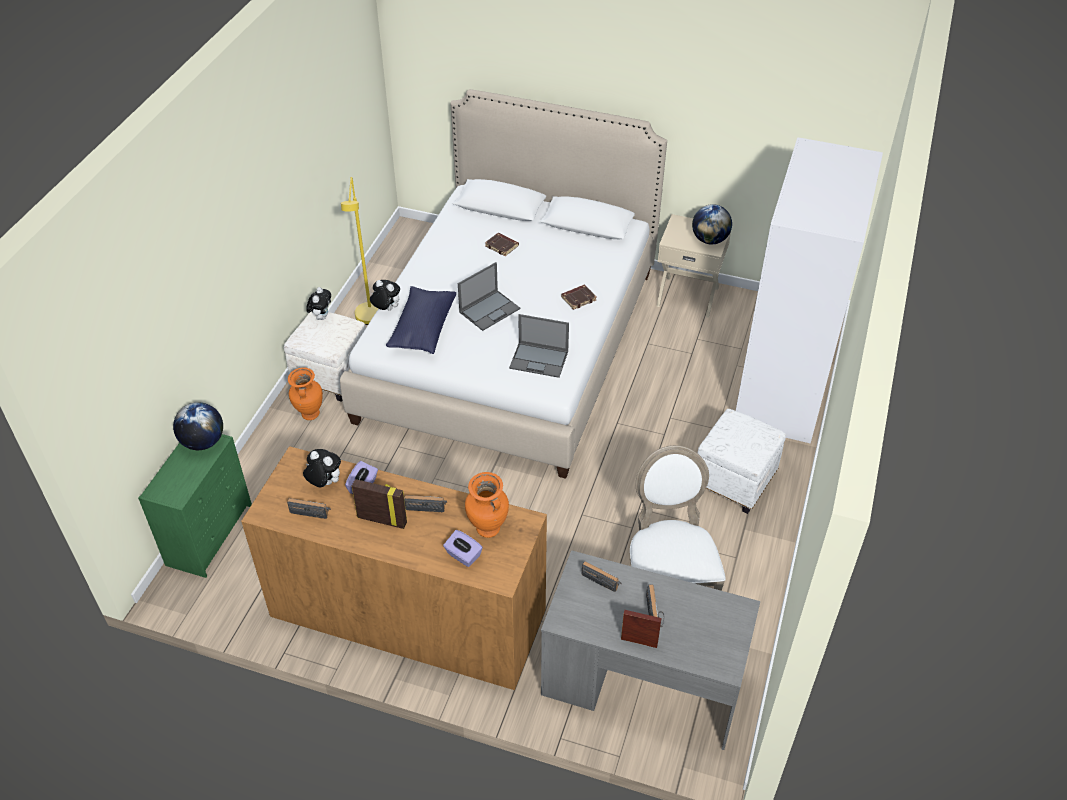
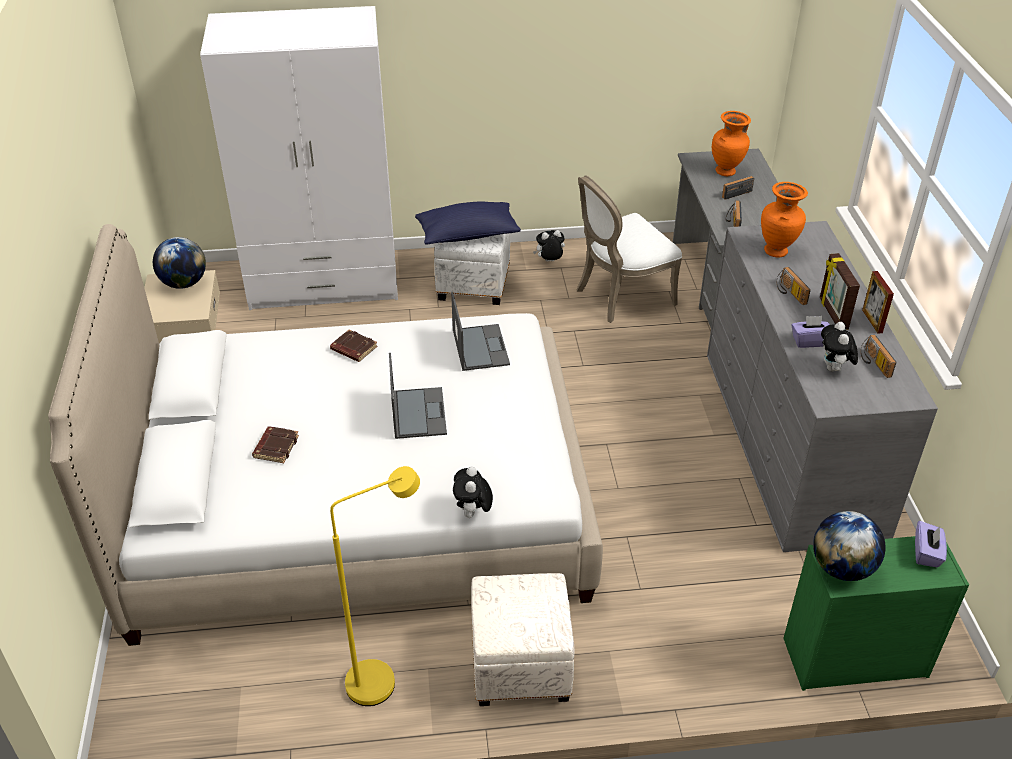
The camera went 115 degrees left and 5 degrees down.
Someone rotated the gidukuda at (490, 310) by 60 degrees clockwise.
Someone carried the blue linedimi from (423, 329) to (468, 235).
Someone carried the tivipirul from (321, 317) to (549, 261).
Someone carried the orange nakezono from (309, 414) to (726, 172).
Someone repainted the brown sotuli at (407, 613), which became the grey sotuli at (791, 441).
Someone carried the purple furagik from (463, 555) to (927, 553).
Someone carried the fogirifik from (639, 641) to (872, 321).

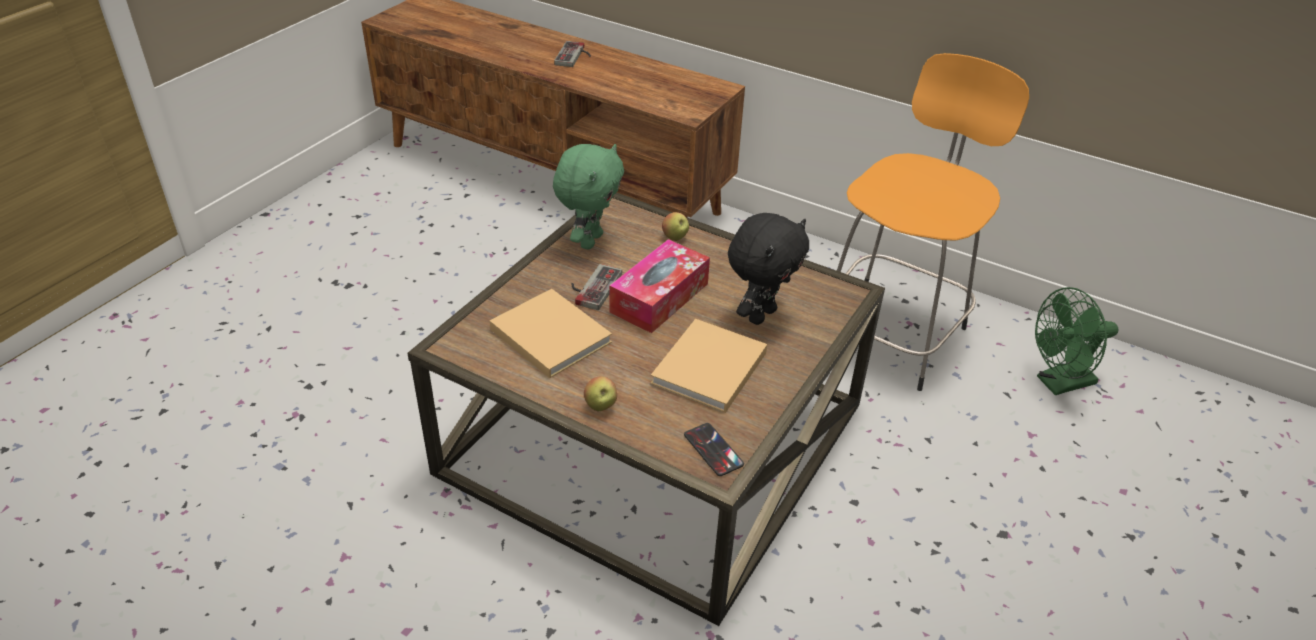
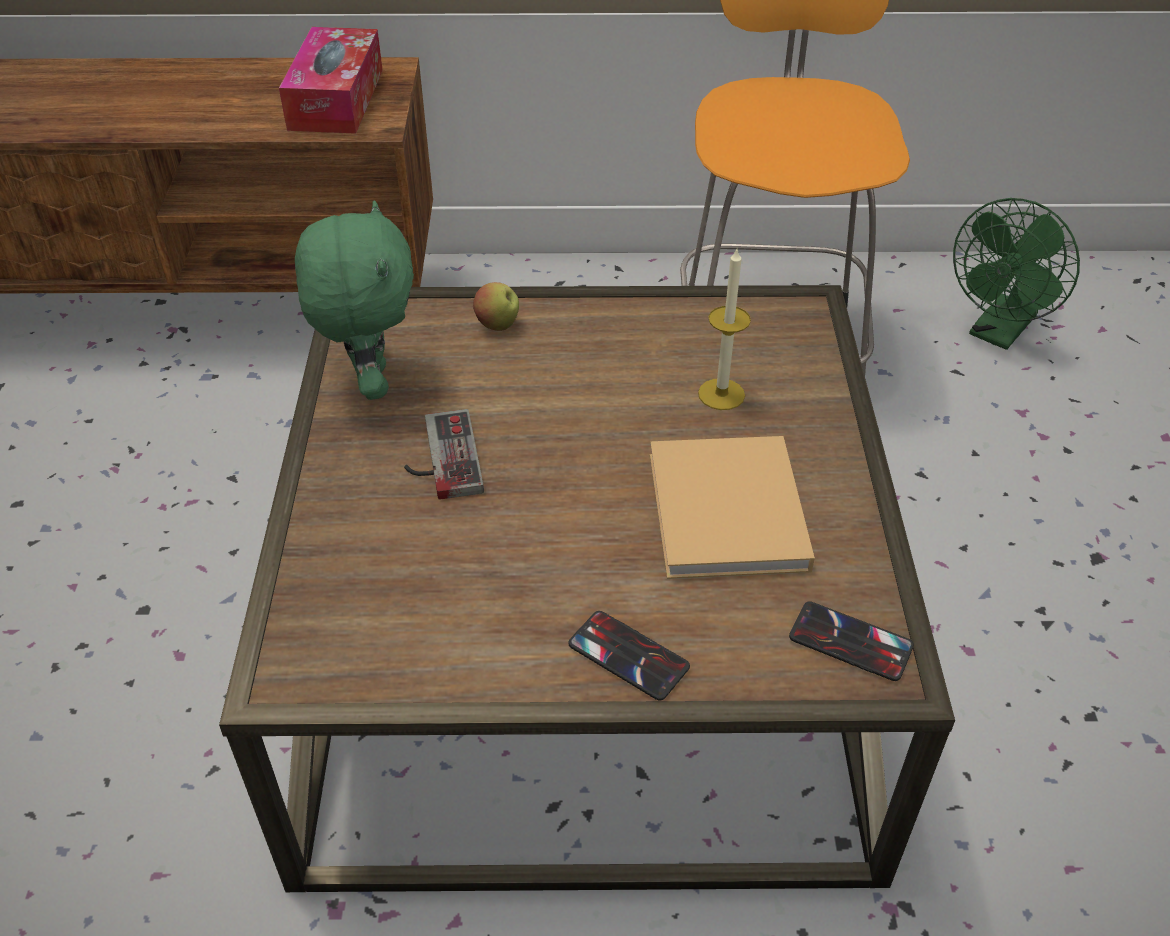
The camera went 30 degrees left and 5 degrees up.
Someone took away the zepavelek at (575, 56).
Someone swapped the black tivipirul at (760, 314) for the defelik at (721, 394).
Someone carried the furagik from (659, 298) to (336, 99).
Someone took away the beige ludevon at (548, 334).
Someone swapped the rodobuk at (600, 406) for the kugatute at (628, 655).

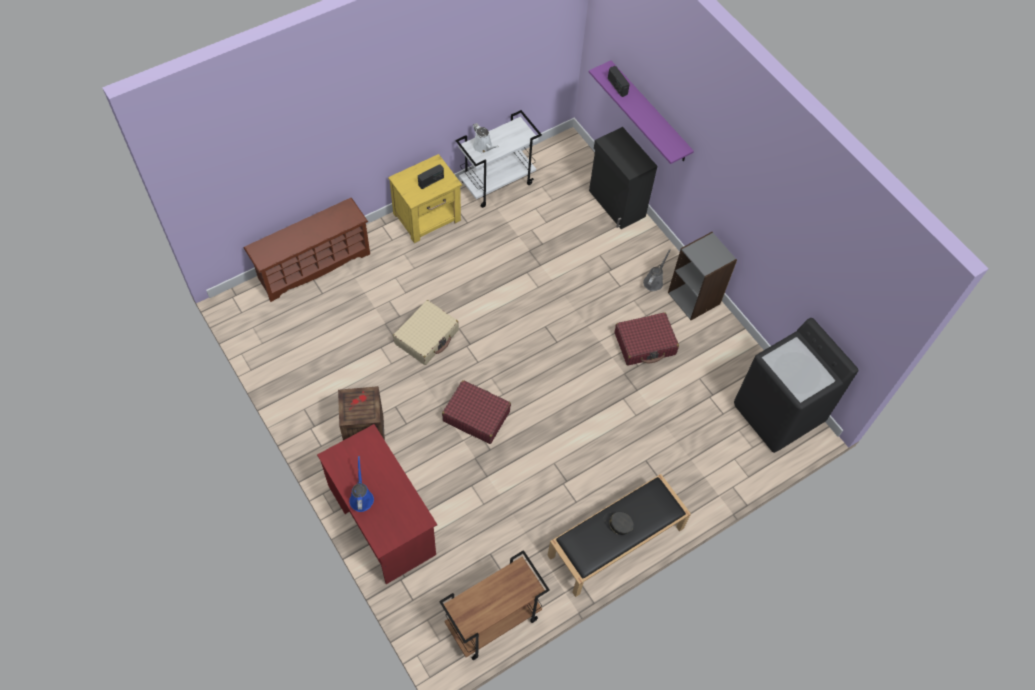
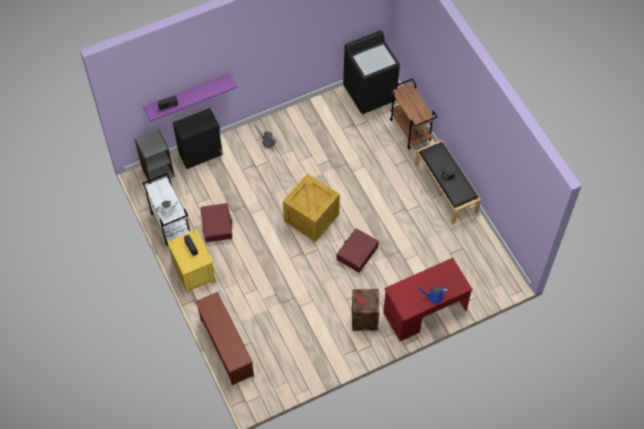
The camera went 80 degrees left and 0 degrees up.
Someone carried the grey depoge from (694, 298) to (157, 171).
Someone took away the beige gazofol at (427, 337).
Someone carried the red gazofol from (645, 344) to (217, 225).
Someone carried the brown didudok from (492, 622) to (410, 130).
Someone put down the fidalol at (311, 218).

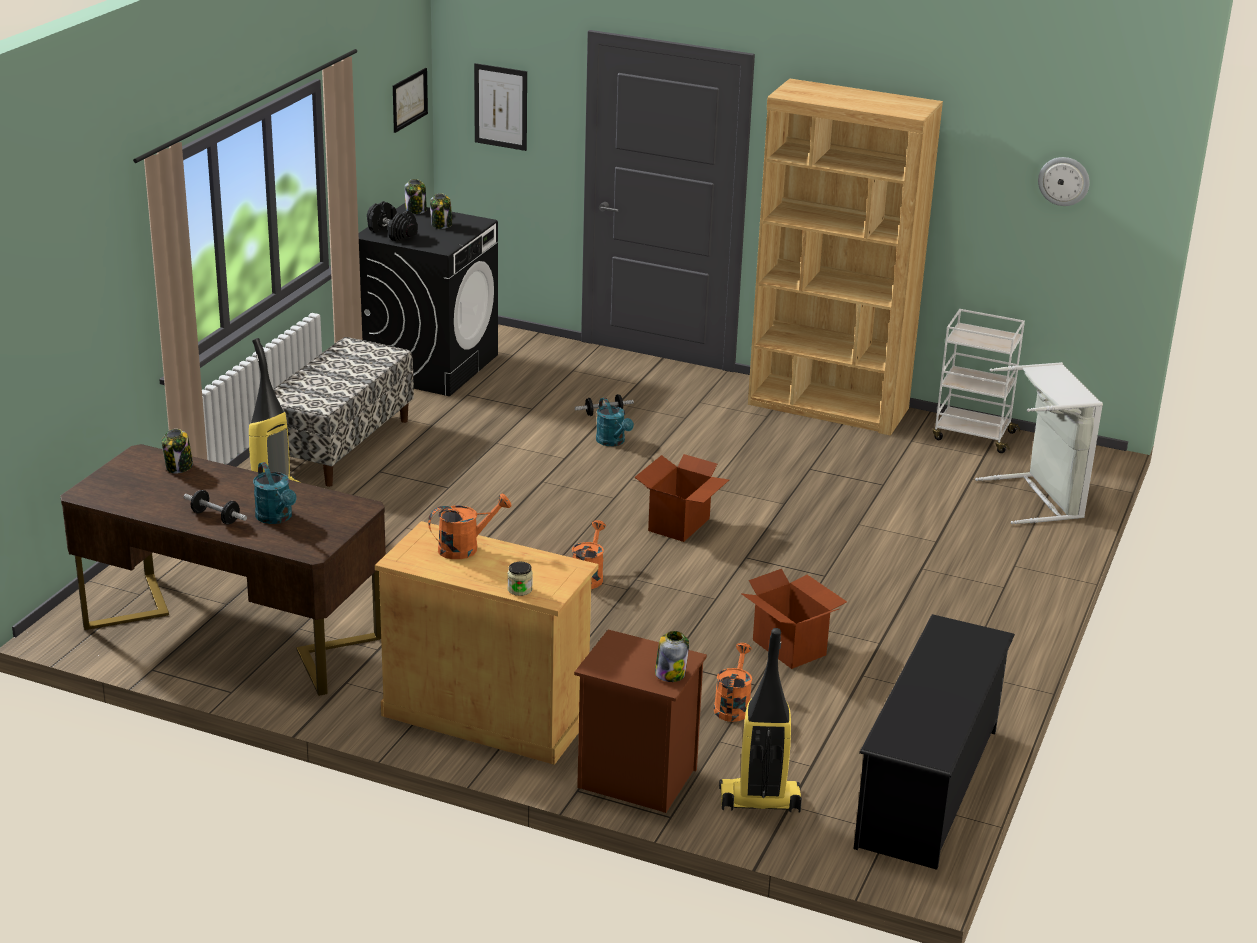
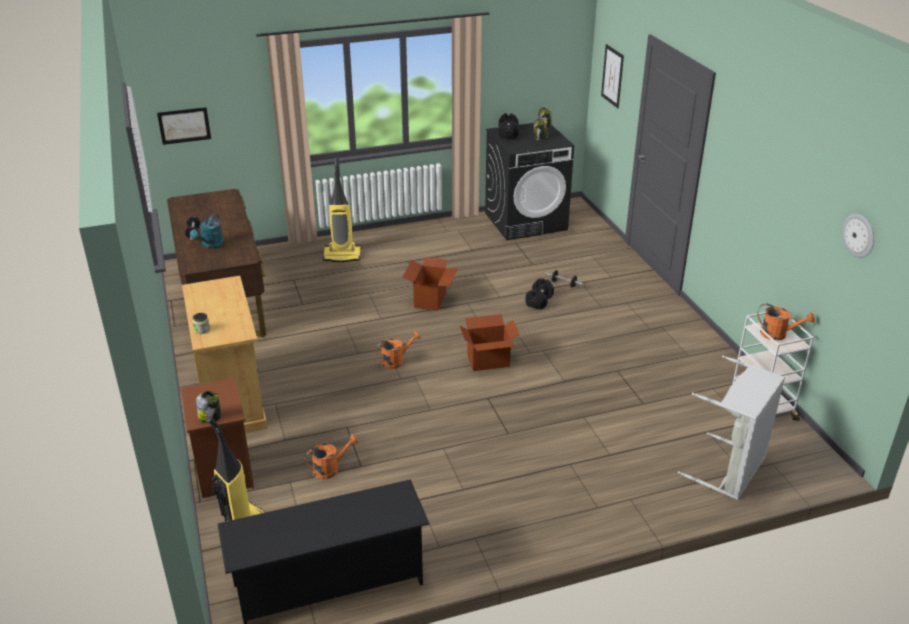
The camera went 50 degrees right and 5 degrees up.
Someone carried the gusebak from (409, 99) to (184, 125).
Someone took away the brown depoge at (828, 407).
Someone took away the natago at (340, 445).
Someone swapped the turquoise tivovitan at (613, 442) for the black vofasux at (539, 301).
Someone took away the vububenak at (179, 467).
Someone carried the orange tivovitan from (465, 548) to (778, 335).
Someone carried the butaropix from (790, 647) to (430, 300).

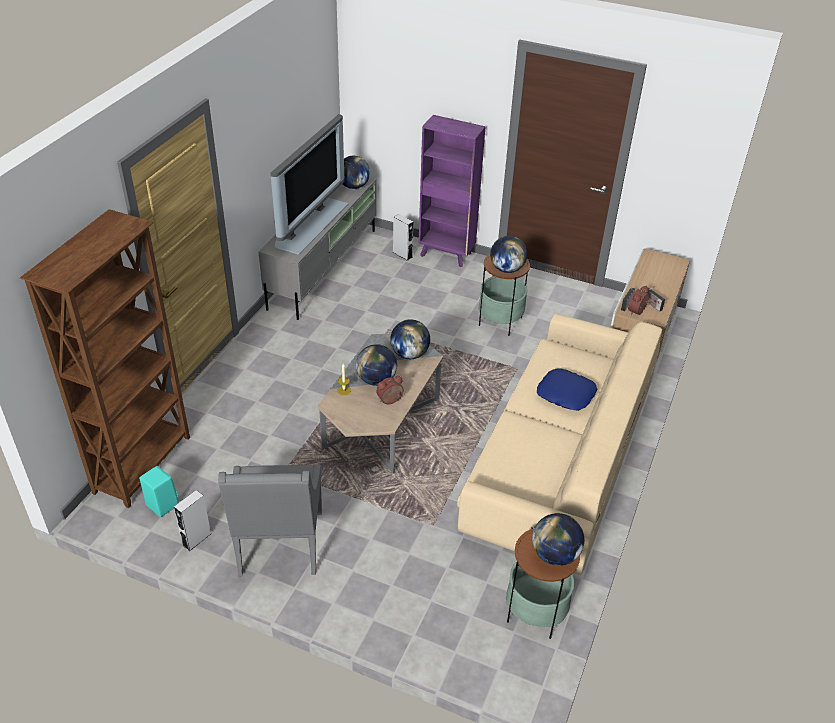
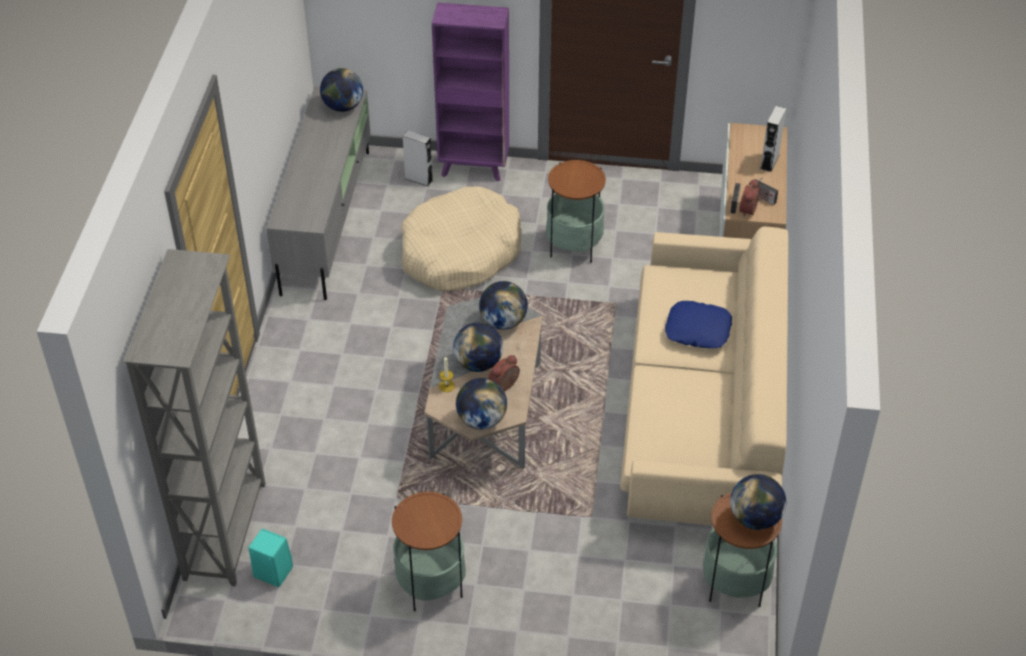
The camera went 15 degrees left and 5 degrees up.
Someone took away the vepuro at (309, 224).
Someone repainted the brown depoge at (144, 464), which became the grey depoge at (227, 530).
Someone carried the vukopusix from (507, 269) to (481, 420).
Someone swapped the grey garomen at (279, 546) for the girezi at (431, 584).
Someone carried the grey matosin from (196, 539) to (769, 162).
Someone put down the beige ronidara at (460, 252).

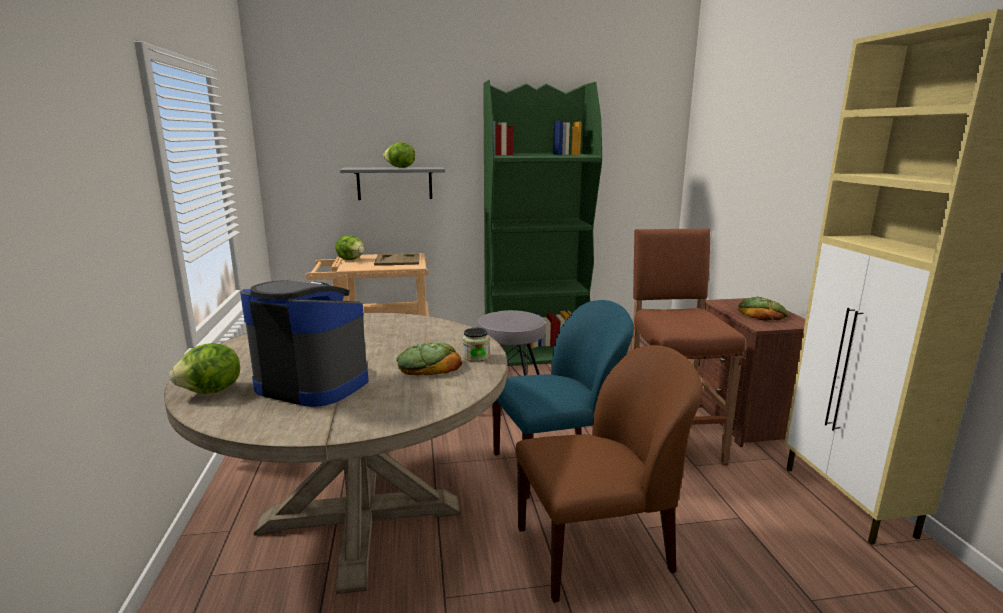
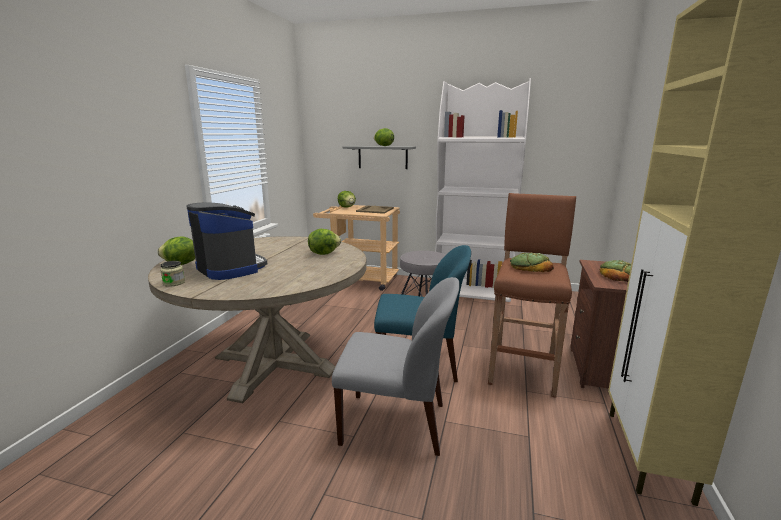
The camera went 25 degrees right and 0 degrees up.
Someone repainted the green depoge at (537, 352), which became the white depoge at (473, 290).
Someone carried the vububenak from (475, 357) to (174, 283).
Someone carried the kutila from (428, 365) to (530, 267).
Someone repainted the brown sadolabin at (597, 549), which became the grey sadolabin at (396, 424).
Someone put down the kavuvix at (323, 253).

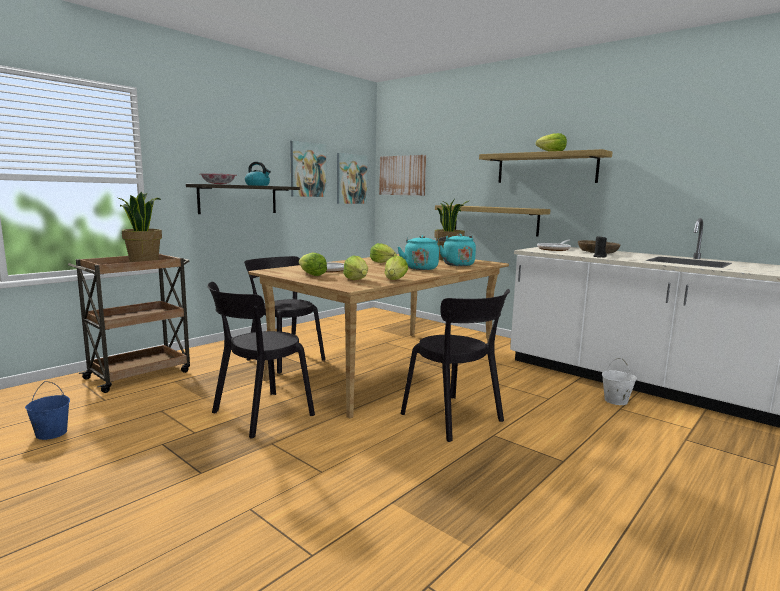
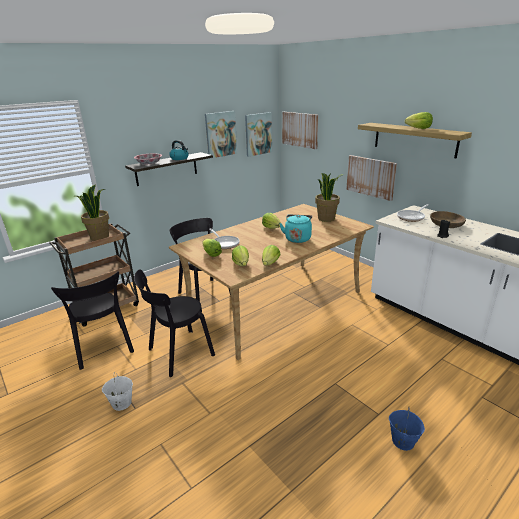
The camera went 10 degrees right and 15 degrees up.
Someone swapped the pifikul at (494, 220) for the gusebak at (371, 177).
Someone took away the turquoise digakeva at (456, 264).
Someone carried the black sadolabin from (454, 419) to (104, 349).
Someone carried the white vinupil from (615, 401) to (121, 403).
Someone carried the blue vinupil from (51, 433) to (402, 441).

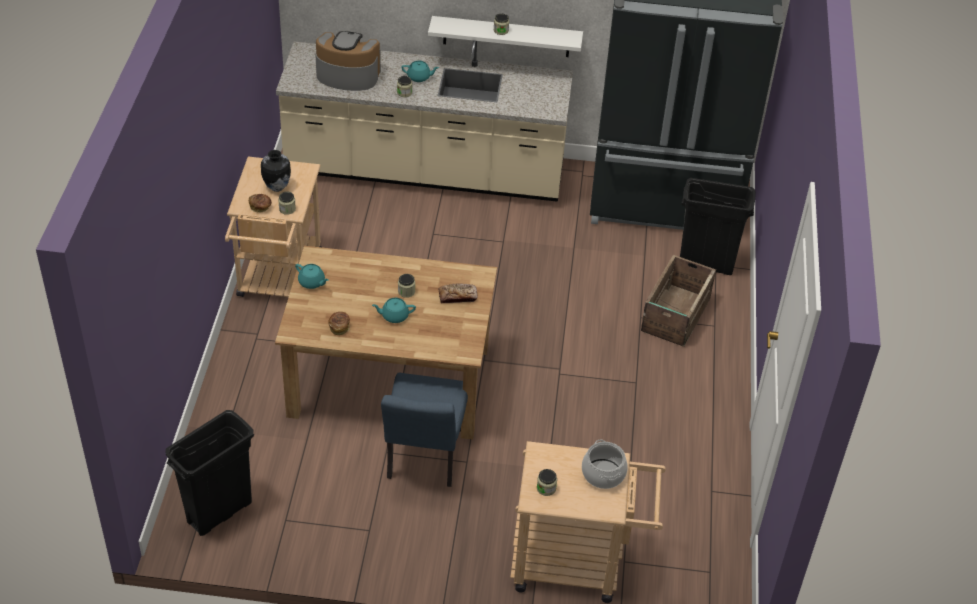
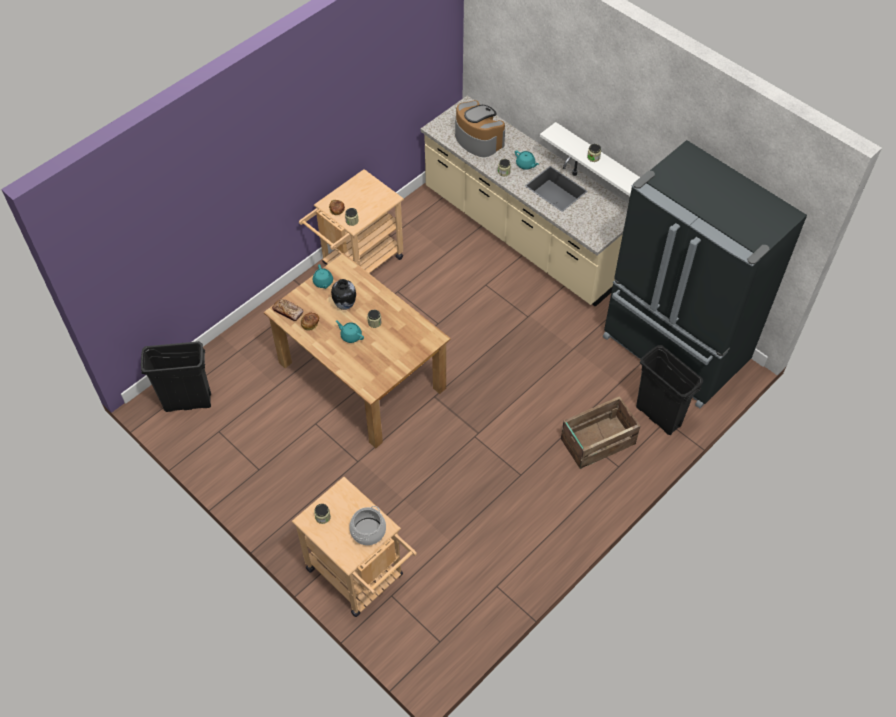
The camera went 40 degrees right and 10 degrees up.
Someone carried the nakezono from (276, 187) to (345, 305).
Someone carried the kutila from (457, 296) to (288, 311).
Someone took away the blue sadolabin at (423, 459).

